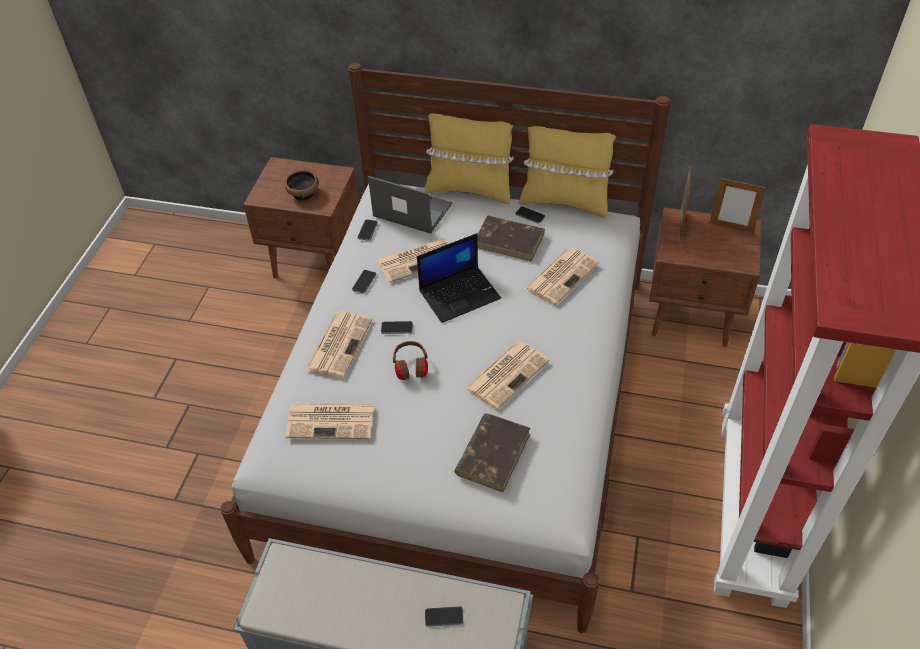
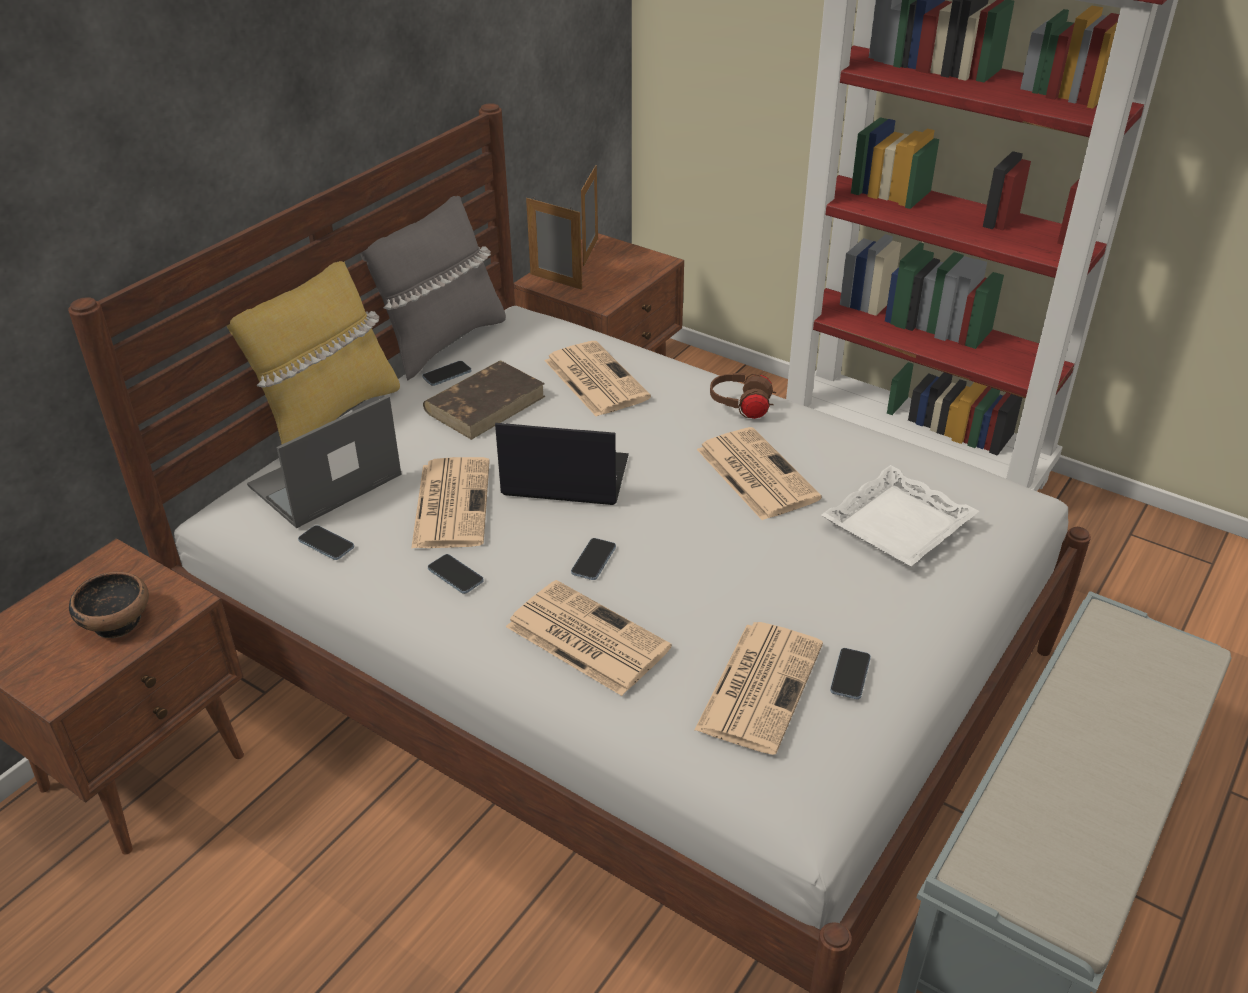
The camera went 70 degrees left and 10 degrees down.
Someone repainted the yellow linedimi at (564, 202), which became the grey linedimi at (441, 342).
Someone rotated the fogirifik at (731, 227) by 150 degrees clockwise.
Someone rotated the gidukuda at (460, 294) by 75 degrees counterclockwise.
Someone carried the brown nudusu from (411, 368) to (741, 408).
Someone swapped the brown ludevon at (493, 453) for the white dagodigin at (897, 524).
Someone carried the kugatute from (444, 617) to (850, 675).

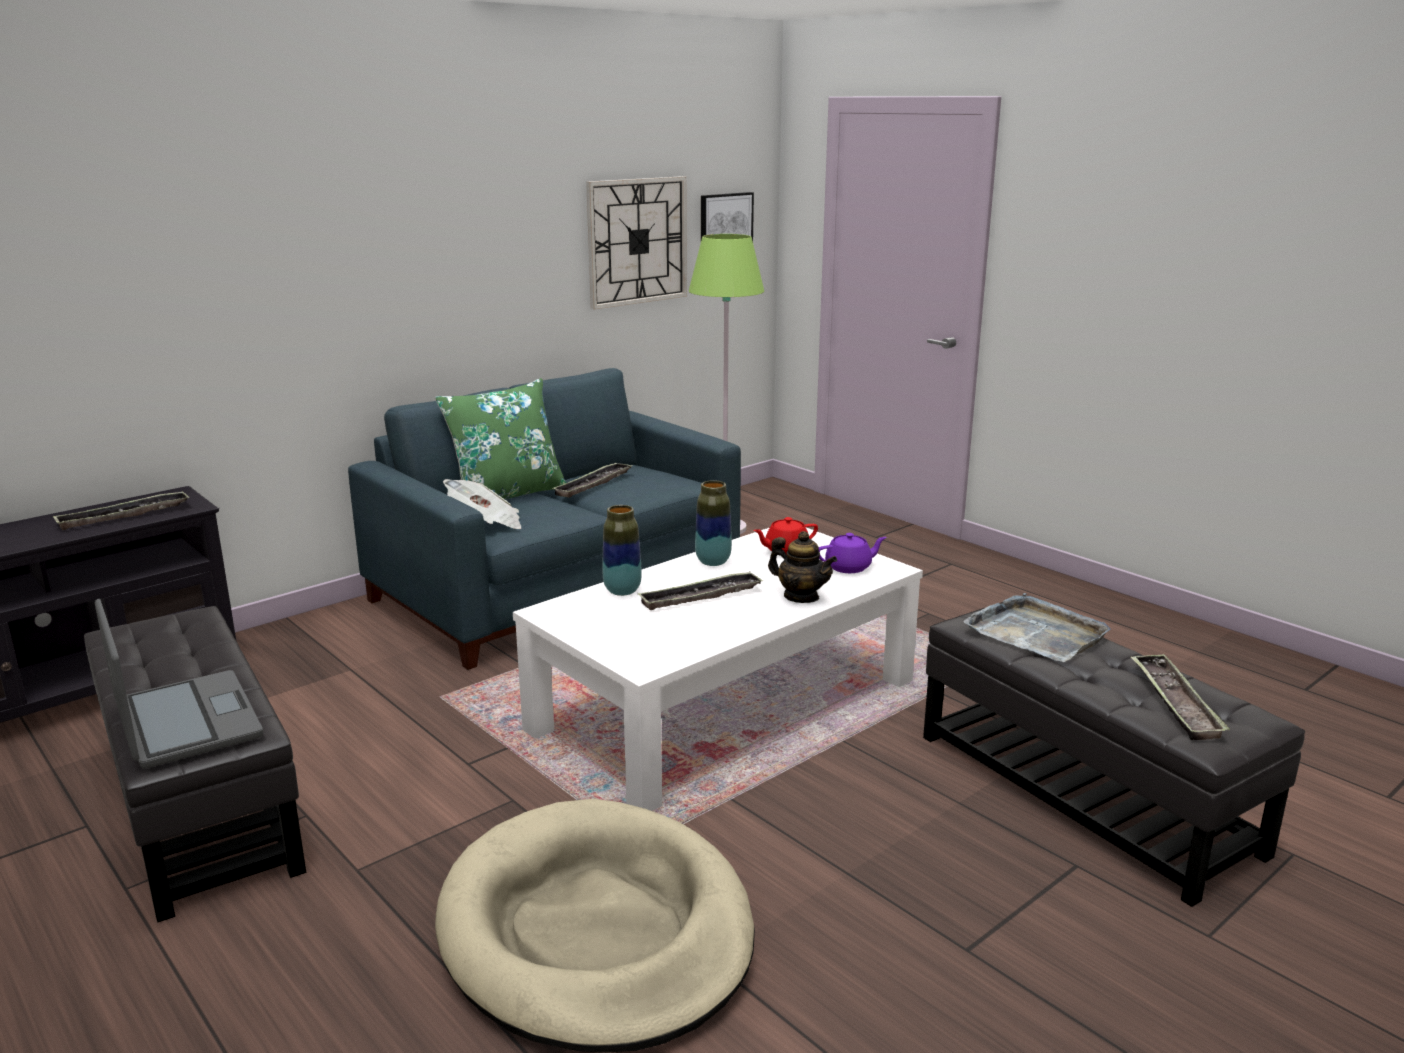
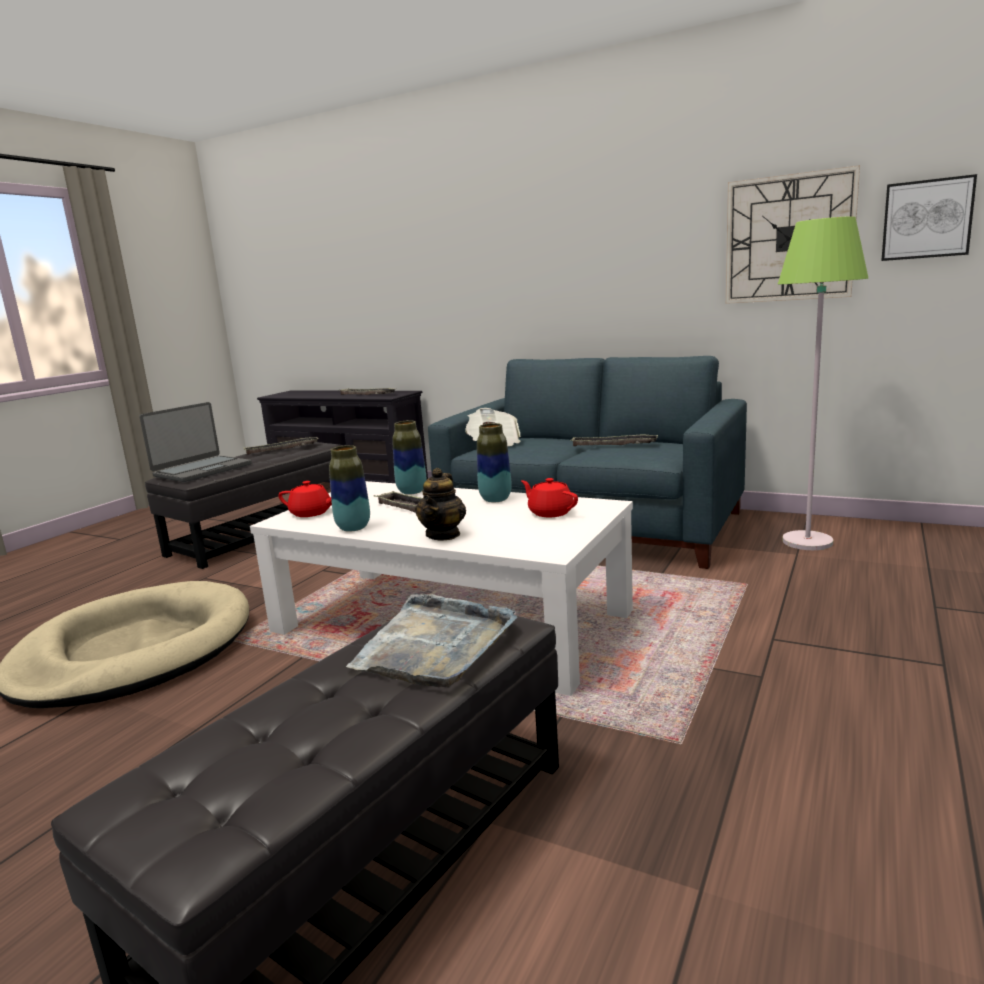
The camera went 70 degrees right and 5 degrees down.
Someone took away the green linedimi at (507, 495).
Someone took away the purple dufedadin at (849, 567).
Someone carried the dagodigin from (1175, 702) to (282, 449).
Someone put down the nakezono at (353, 528).
Someone put down the red dufedadin at (311, 513).

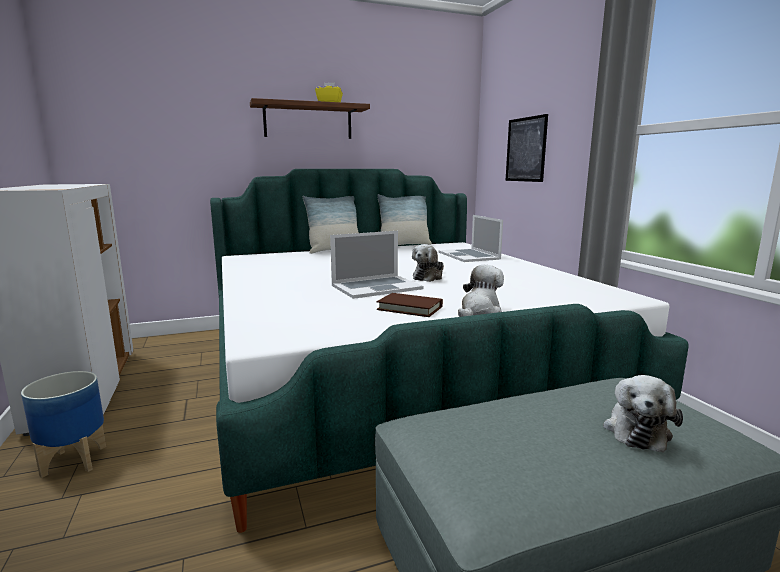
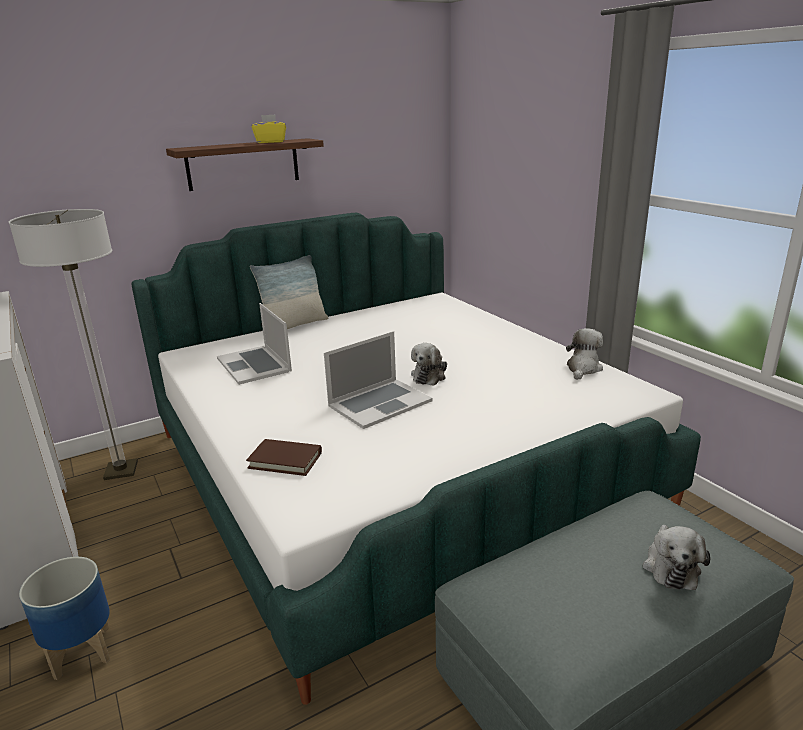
The camera went 10 degrees left and 10 degrees up.
Someone took away the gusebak at (526, 149).
Someone took away the linedimi at (404, 245).
Someone carried the gidukuda from (469, 255) to (254, 364).
Someone carried the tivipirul from (479, 311) to (583, 368).
Someone carried the brown ludevon from (410, 308) to (285, 460).
Someone put down the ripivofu at (121, 471).

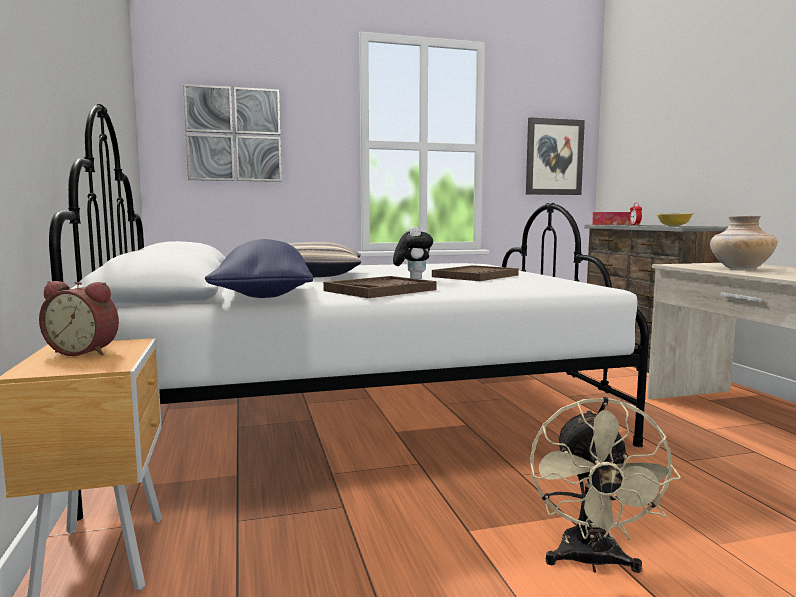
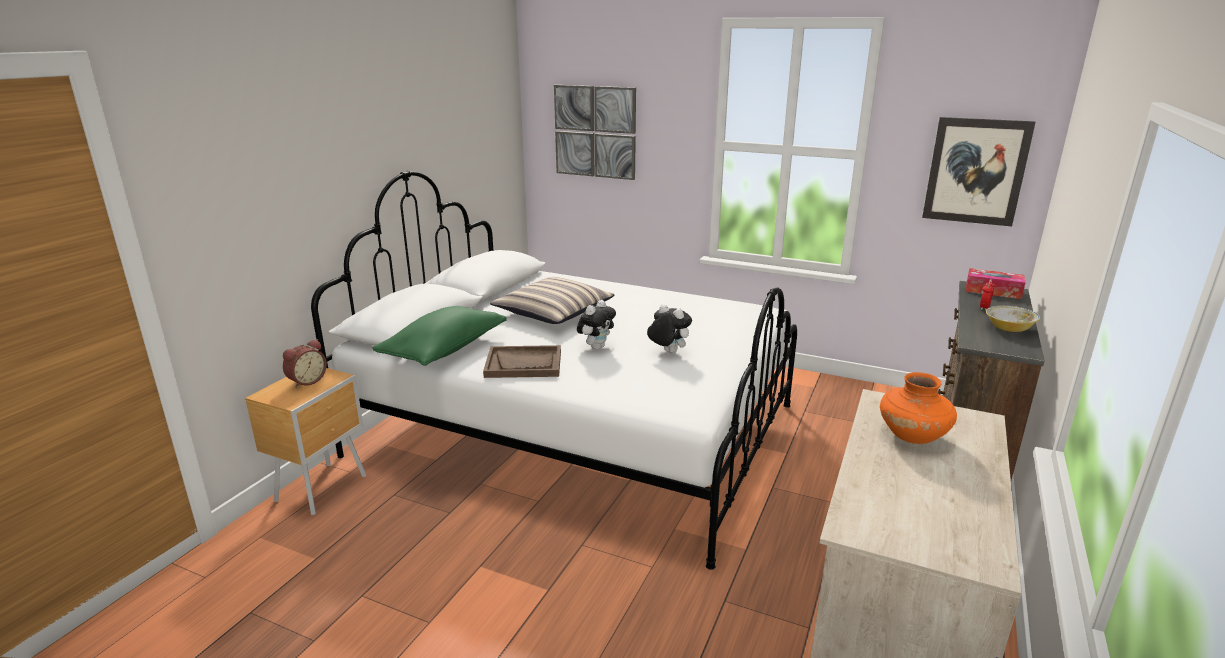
The camera went 40 degrees right and 15 degrees up.
Someone repainted the beige nakezono at (740, 268), which became the orange nakezono at (912, 436).
Someone repainted the blue linedimi at (263, 295), which became the green linedimi at (444, 350).
Someone swapped the brown dagodigin at (475, 276) for the tivipirul at (667, 352).
Someone rotated the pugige at (85, 352) by 105 degrees counterclockwise.
Someone took away the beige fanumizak at (591, 562).

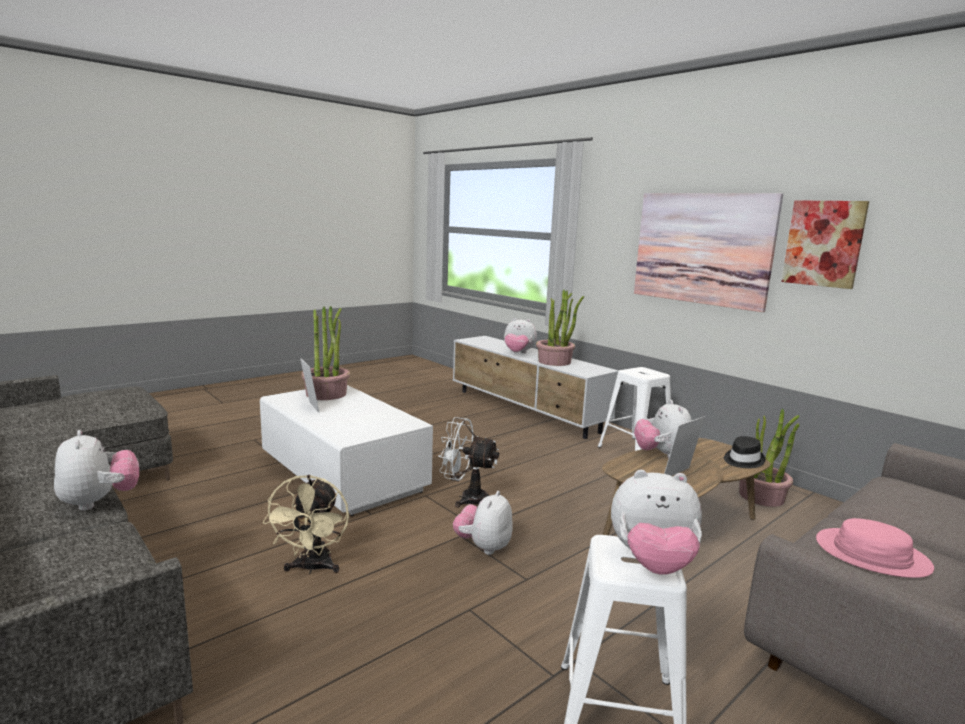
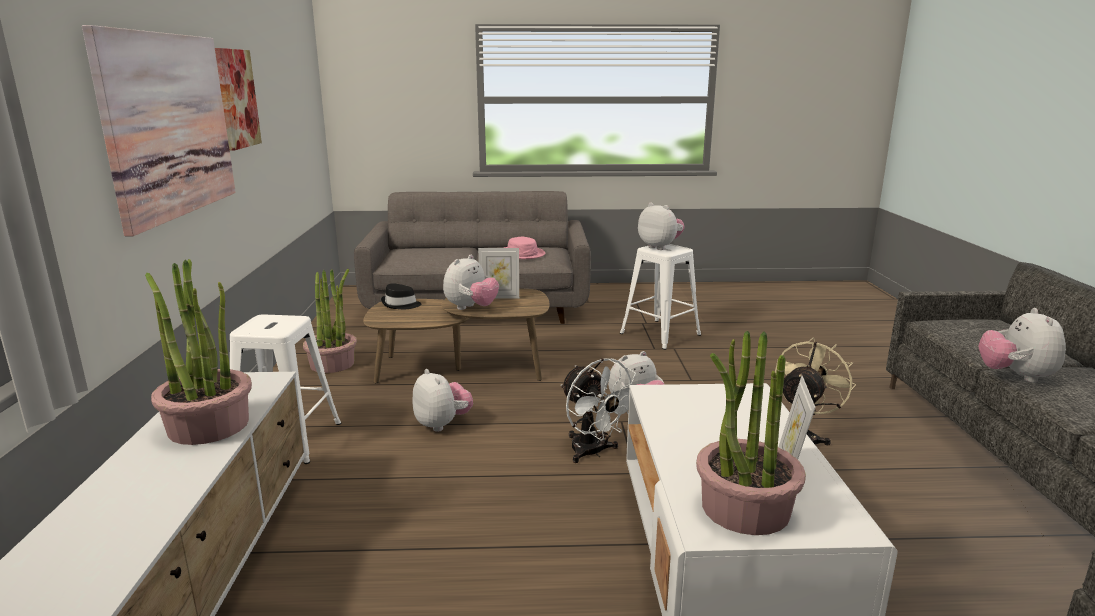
The camera went 140 degrees left and 5 degrees up.
Someone carried the tivipirul from (518, 353) to (442, 424).

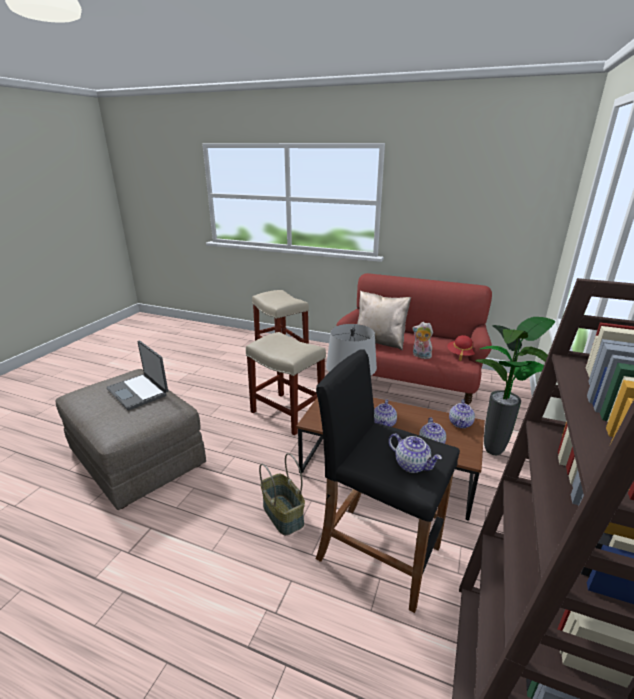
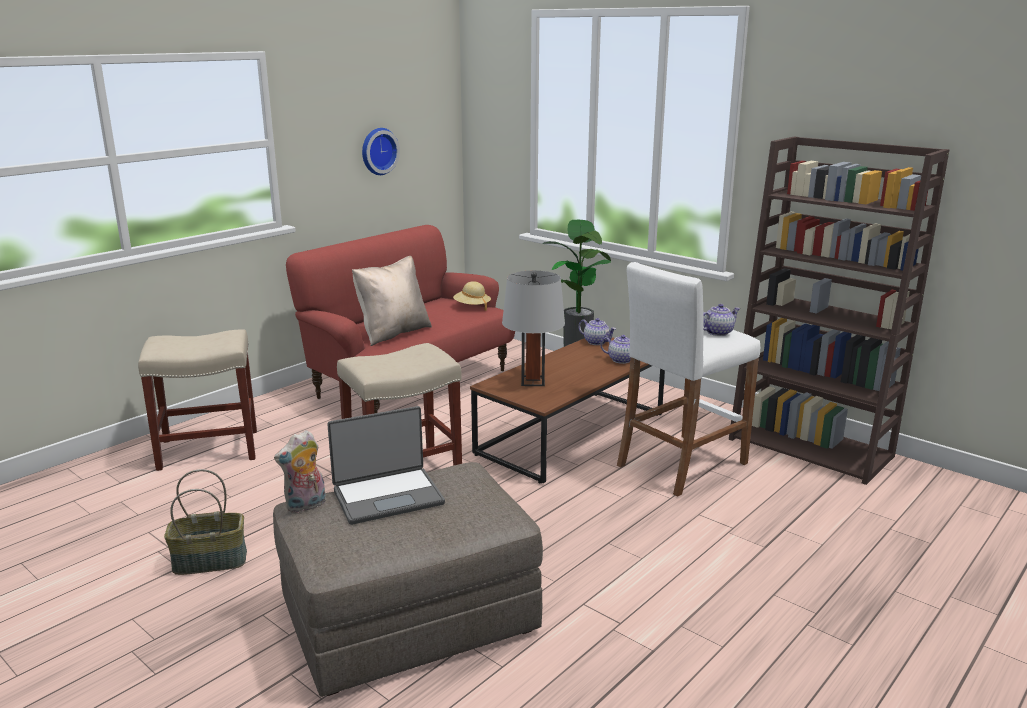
The camera went 70 degrees left and 5 degrees down.
Someone carried the tivipirul from (420, 356) to (306, 506).
Someone repainted the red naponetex at (461, 354), which became the beige naponetex at (472, 307).
Someone repainted the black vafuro at (378, 553), which became the white vafuro at (681, 464).
Someone took away the dufedadin at (384, 424).
Someone carried the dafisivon from (284, 514) to (211, 561).
Someone put up the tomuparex at (378, 151).

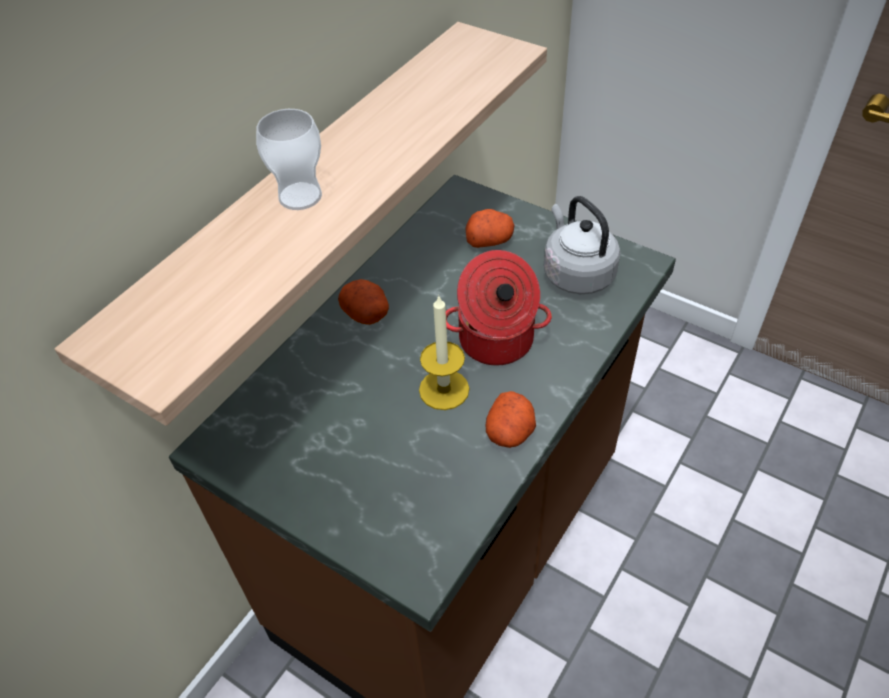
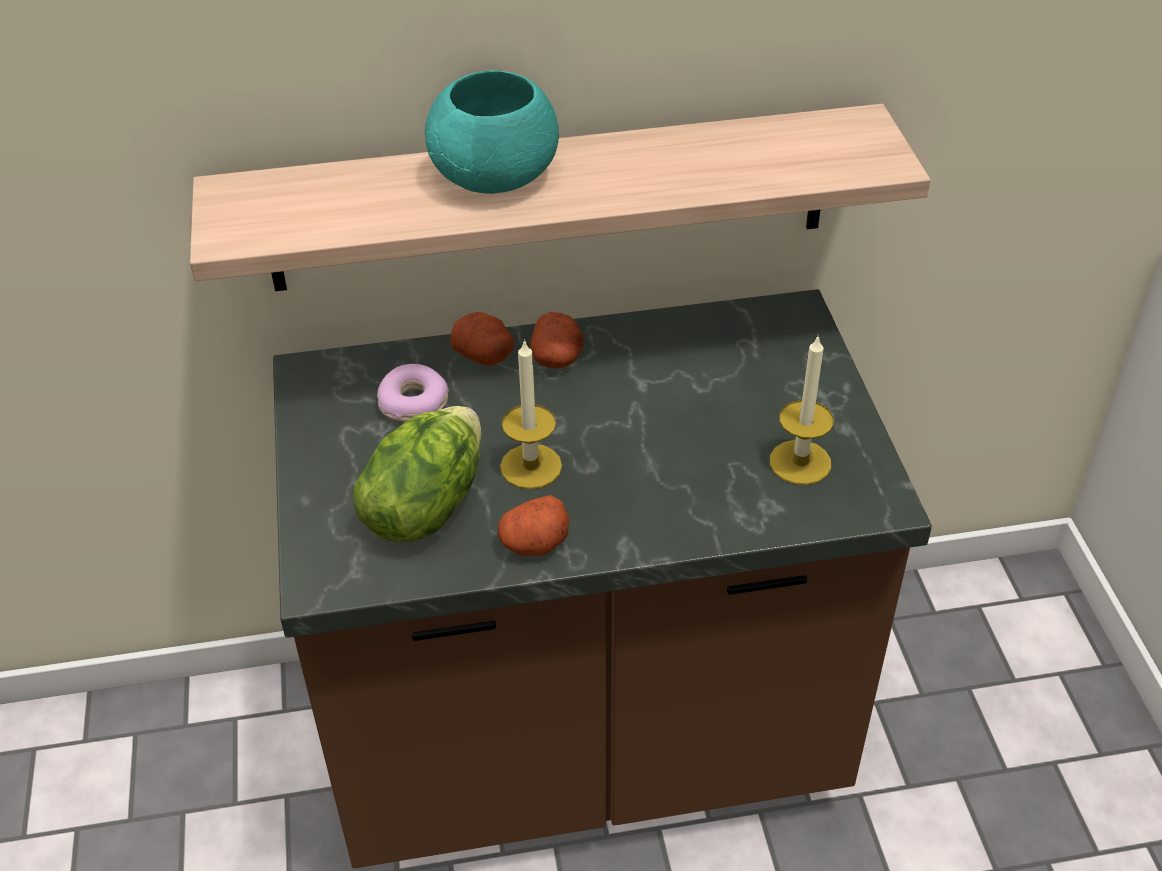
The camera went 45 degrees right and 5 degrees down.
Someone swapped the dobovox at (300, 196) for the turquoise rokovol at (497, 176).
Someone swapped the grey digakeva at (576, 273) for the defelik at (800, 462).
Someone carried the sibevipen from (489, 240) to (485, 355).
Someone took away the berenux at (496, 341).
Someone put down the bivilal at (414, 403).
Someone put down the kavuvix at (424, 505).

